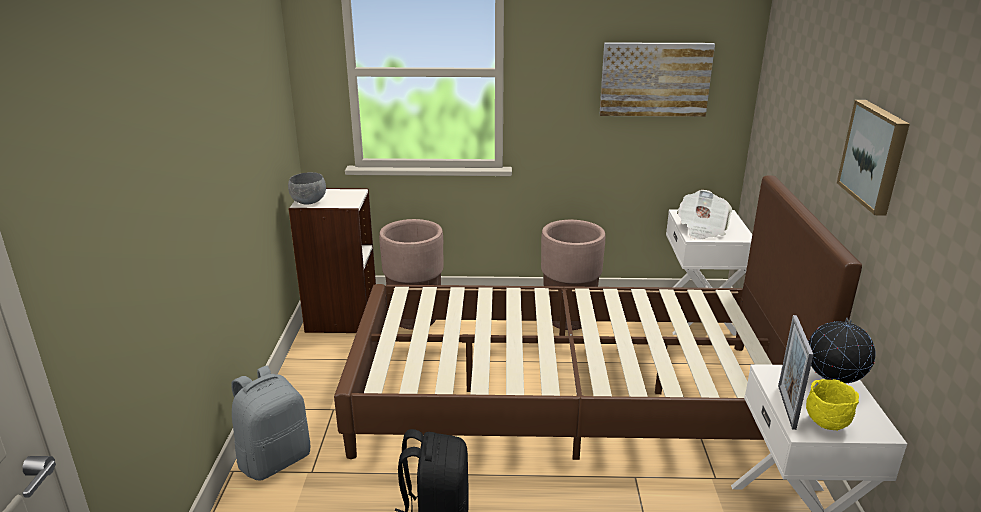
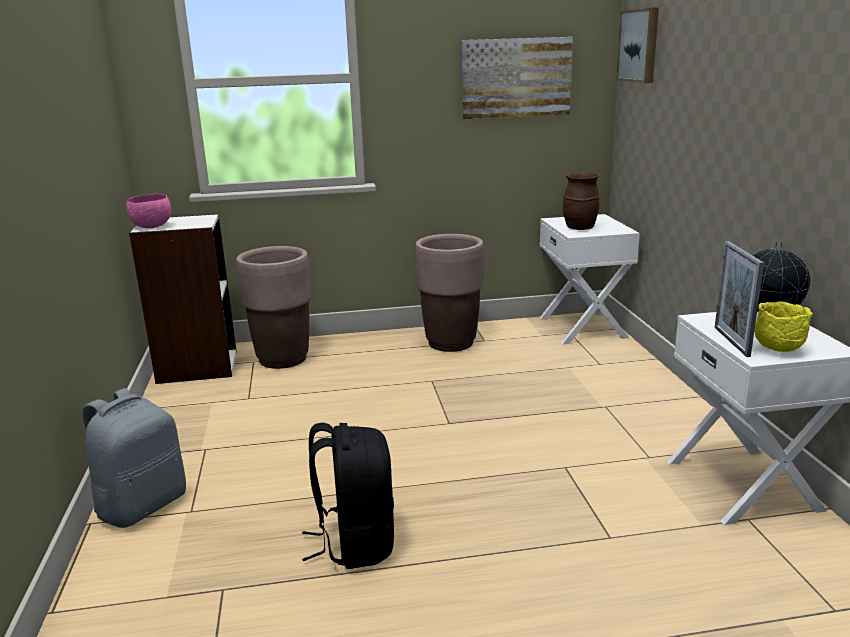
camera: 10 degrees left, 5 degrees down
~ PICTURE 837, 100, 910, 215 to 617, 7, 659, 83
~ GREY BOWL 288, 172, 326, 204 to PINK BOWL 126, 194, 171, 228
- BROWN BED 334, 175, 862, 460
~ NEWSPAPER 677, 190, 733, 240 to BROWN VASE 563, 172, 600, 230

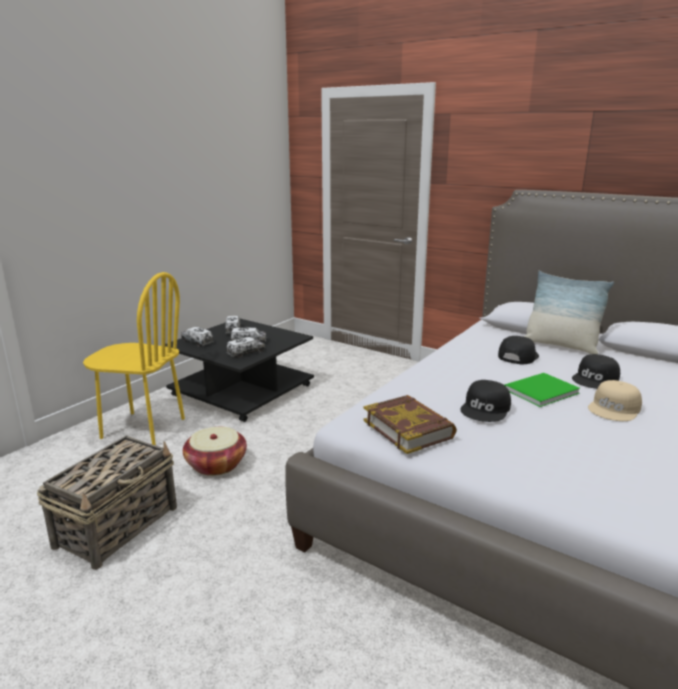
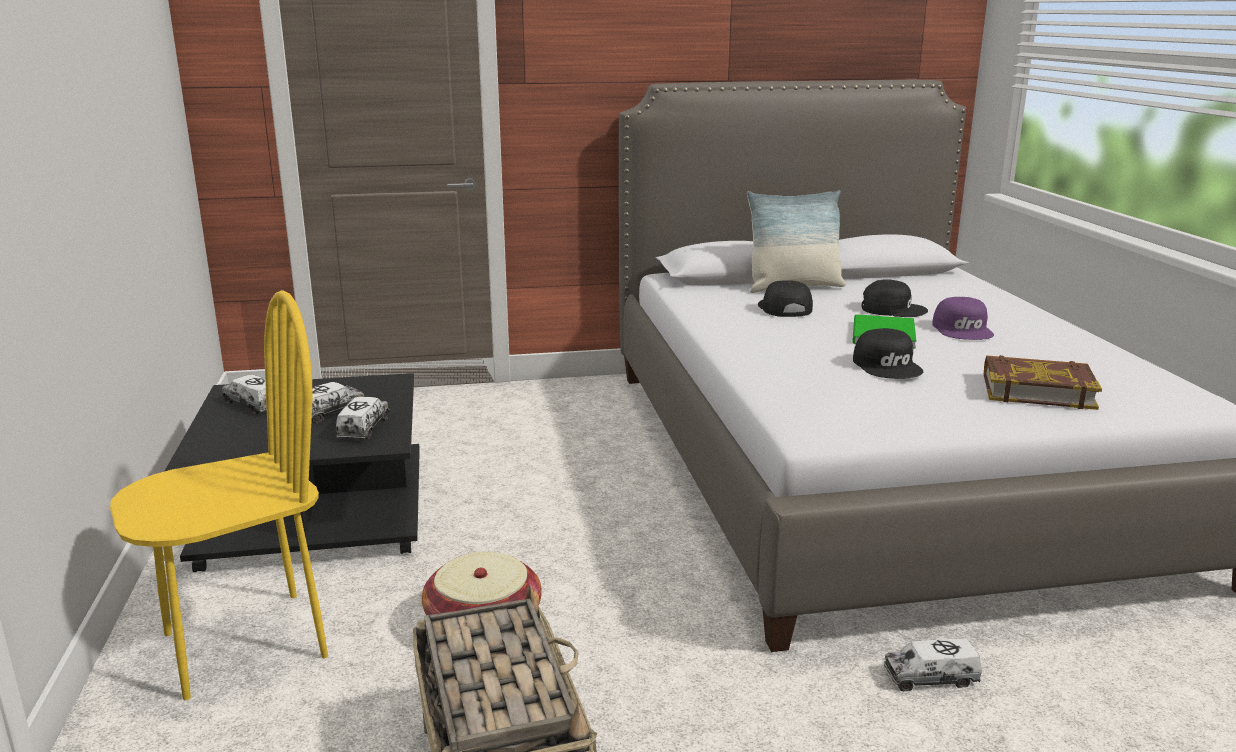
camera: 45 degrees left, 0 degrees up
~ TOY TRUCK 181, 327, 214, 347 to 884, 639, 982, 691
~ BLACK CAP 572, 354, 620, 389 = 862, 279, 928, 317 75 degrees counterclockwise
~ BEIGE CAP 588, 380, 642, 421 to PURPLE CAP 932, 297, 994, 340
~ BOOK 364, 395, 457, 454 to 984, 355, 1102, 410

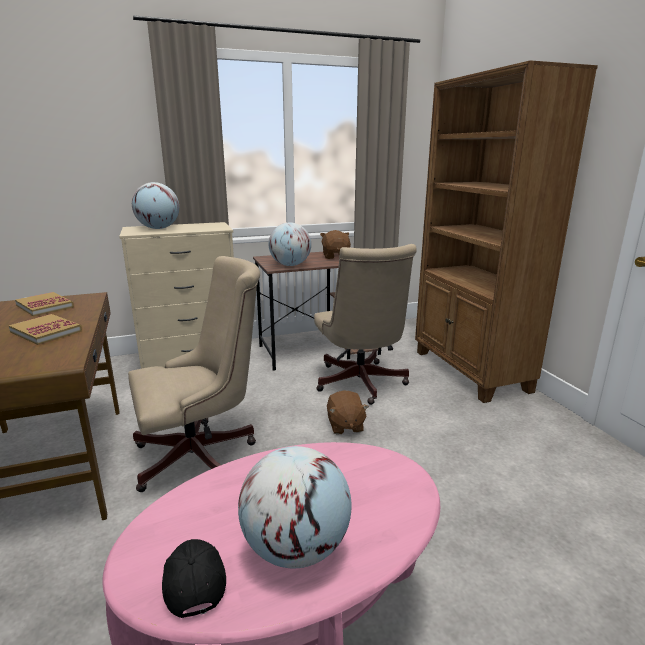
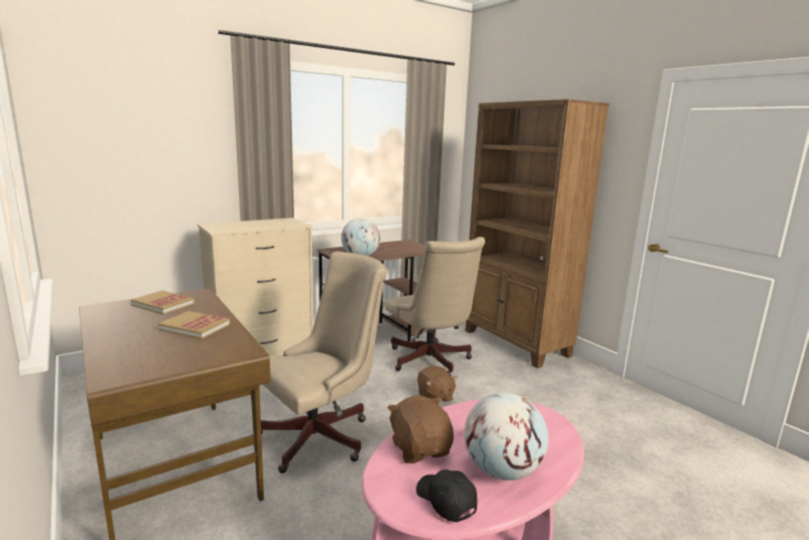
camera: 15 degrees left, 5 degrees down
- GLOBE 132, 182, 179, 229
~ BROWN PLUSH TOY 320, 230, 351, 259 to 387, 396, 454, 463

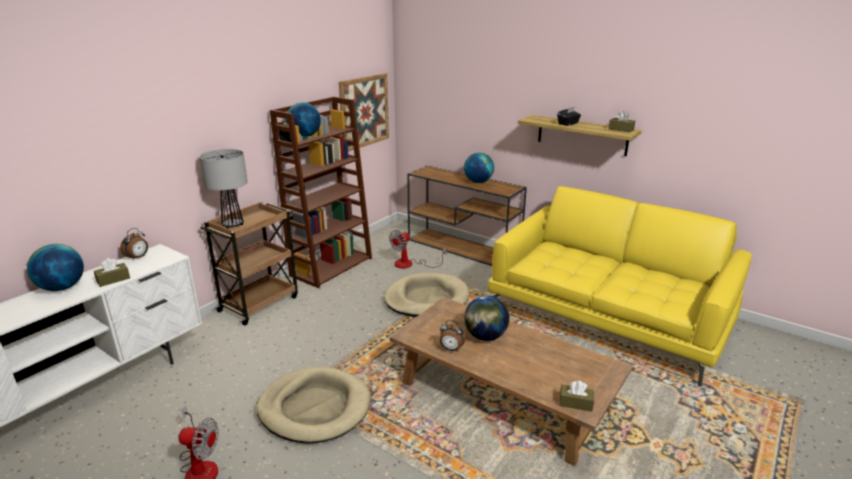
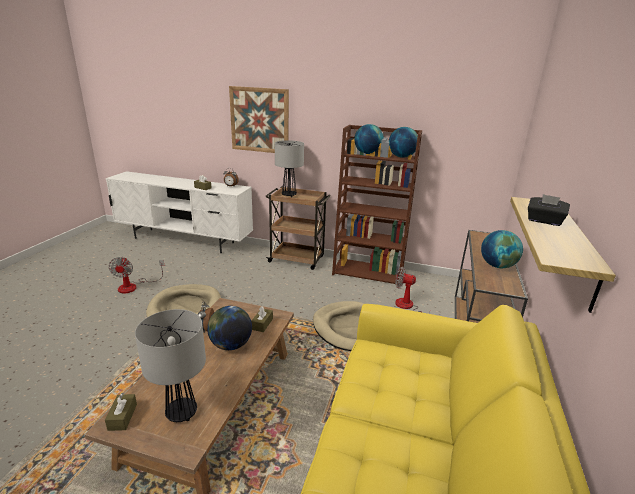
camera: 70 degrees right, 0 degrees up
~ PICTURE 339, 73, 389, 151 to 229, 86, 289, 153
~ BROWN TISSUE BOX 609, 111, 635, 132 to 251, 306, 273, 332
~ GLOBE 27, 244, 84, 291 to 389, 127, 418, 158
+ TABLE LAMP 135, 309, 206, 422

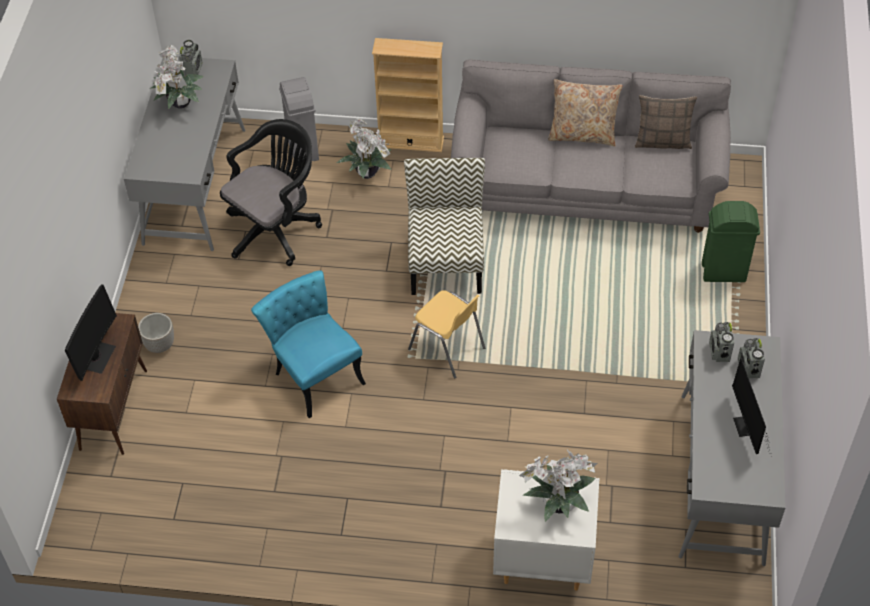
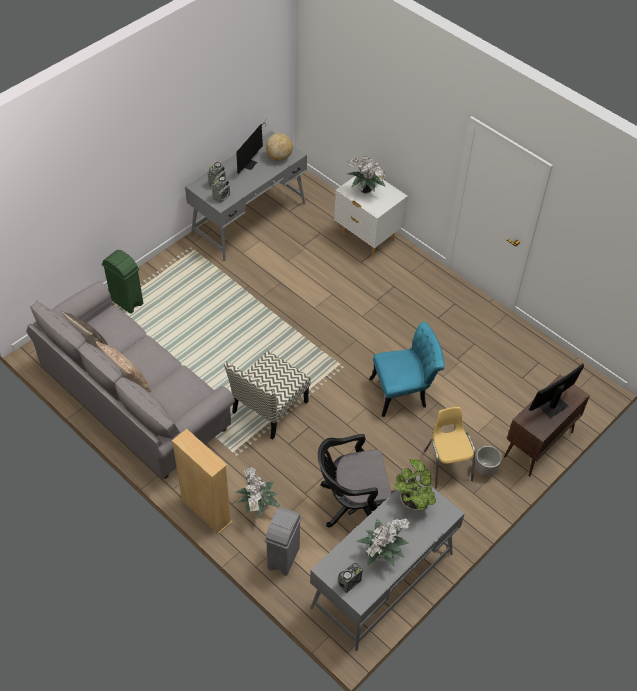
camera: 145 degrees left, 0 degrees up
~ TURQUOISE CHAIR 251, 270, 366, 418 = 369, 322, 445, 417 105 degrees counterclockwise
~ YELLOW CHAIR 408, 290, 485, 379 to 424, 407, 475, 489
+ GLOBE 266, 133, 293, 161
+ POTTED PLANT 395, 459, 436, 510

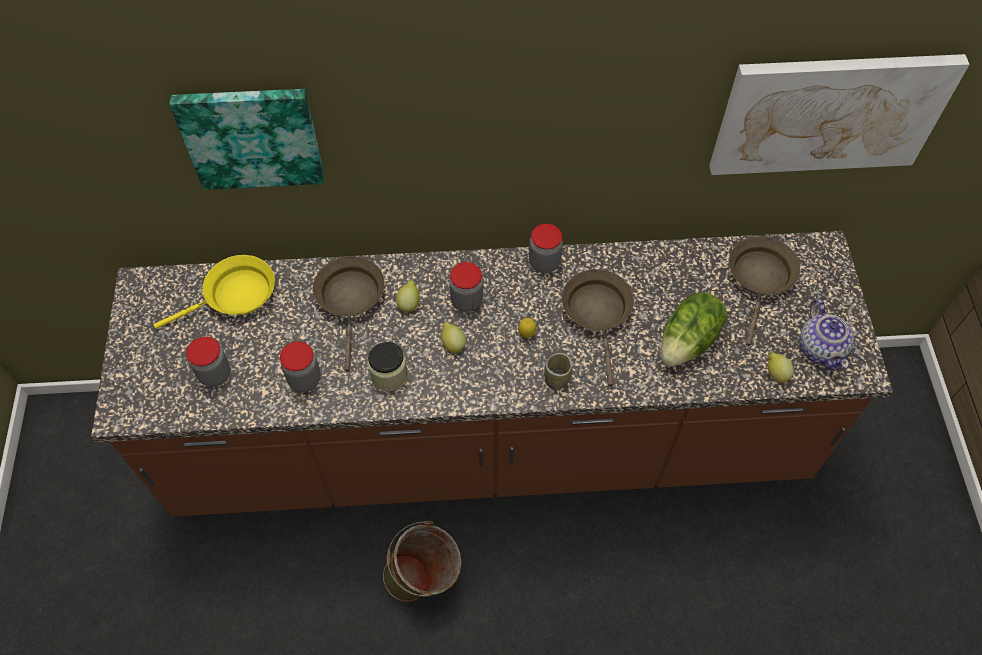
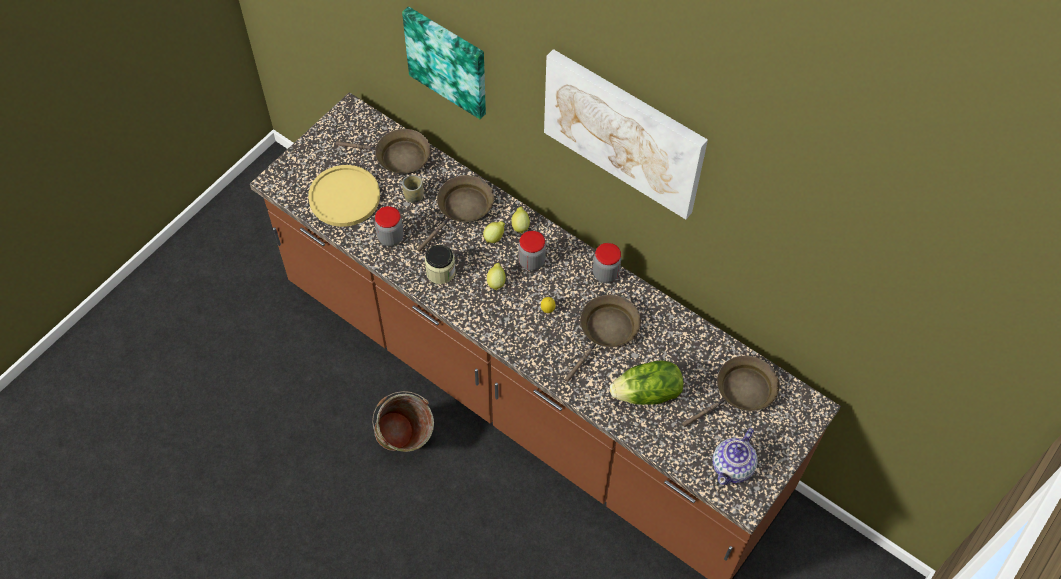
camera: 40 degrees right, 0 degrees up
~ PICTURE 709, 54, 970, 175 to 544, 49, 708, 219
~ YELLOW FRYING PAN 154, 255, 275, 329 to BROWN FRYING PAN 336, 129, 431, 175
~ JAR 186, 337, 231, 387 to YELLOW PLATE 308, 165, 380, 227
~ LEMON 767, 352, 794, 383 to 511, 207, 530, 234
~ CUP 544, 353, 572, 390 to 402, 175, 424, 203

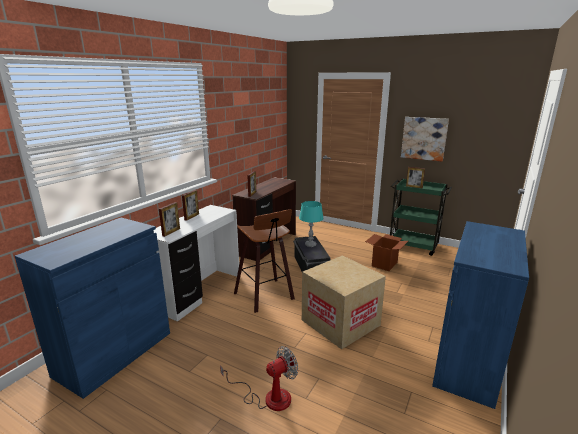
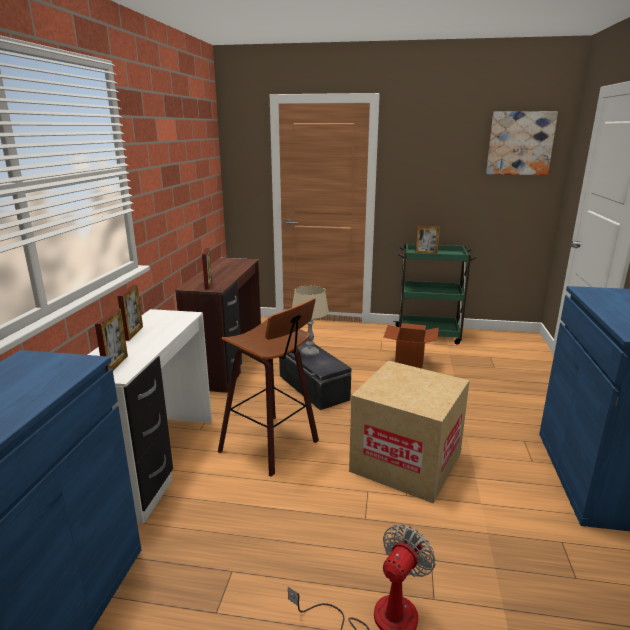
camera: 20 degrees left, 0 degrees up
~ PICTURE 401, 117, 449, 161 to 486, 111, 558, 175
~ TURQUOISE TABLE LAMP 299, 201, 324, 247 to BEIGE TABLE LAMP 292, 286, 329, 357

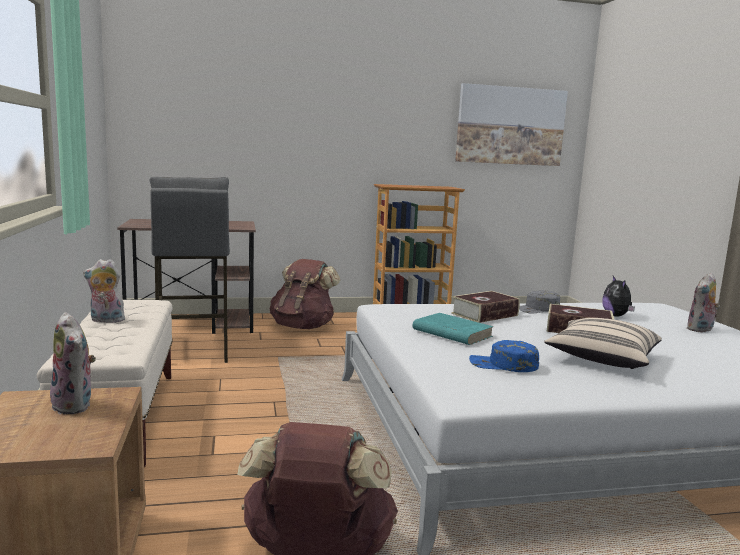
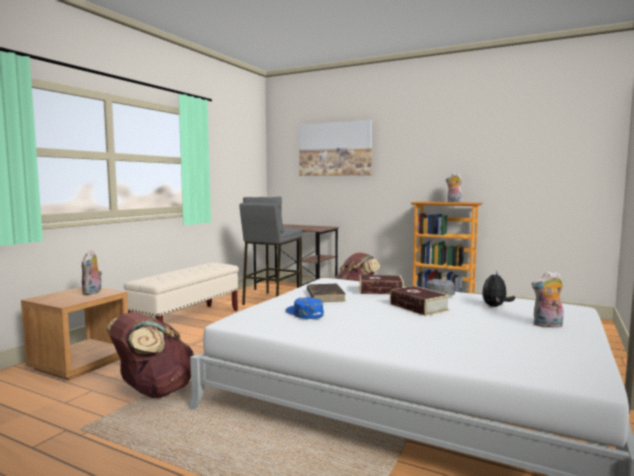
camera: 40 degrees right, 5 degrees down
~ PICTURE 455, 83, 568, 166 to 299, 120, 372, 176
~ PLUSH TOY 83, 259, 125, 323 to 446, 173, 463, 202
~ TURQUOISE BOOK 412, 313, 494, 345 to BROWN BOOK 307, 284, 346, 302
- BEIGE PILLOW 544, 318, 662, 369

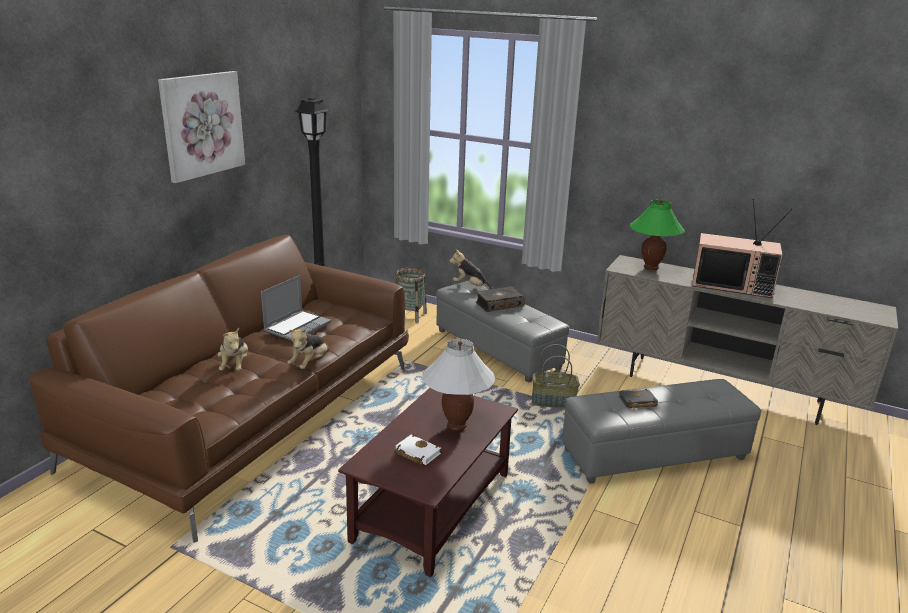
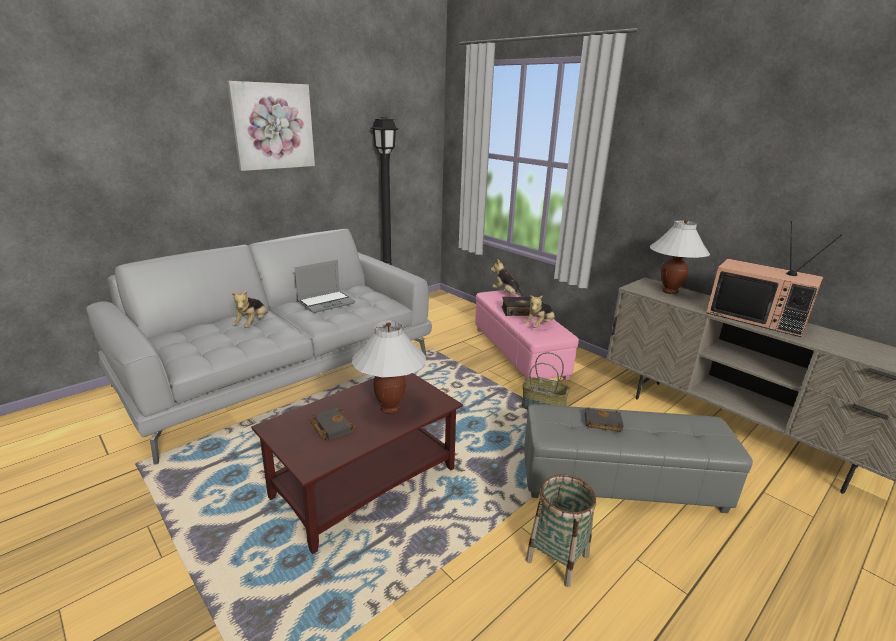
camera: 20 degrees right, 0 degrees up
~ GREEN TABLE LAMP 630, 200, 685, 271 to WHITE TABLE LAMP 650, 220, 710, 294
~ BROWN SOFA 29, 235, 409, 543 to GREY SOFA 86, 229, 432, 465
~ BASKET 396, 267, 427, 323 to 526, 475, 596, 587
~ GREY OTTOMAN 436, 280, 569, 383 to PINK OTTOMAN 475, 290, 579, 380
~ PLUSH TOY 288, 327, 329, 369 to 523, 295, 555, 328
~ WHITE BOOK 394, 434, 442, 466 to BLACK BOOK 310, 408, 356, 440

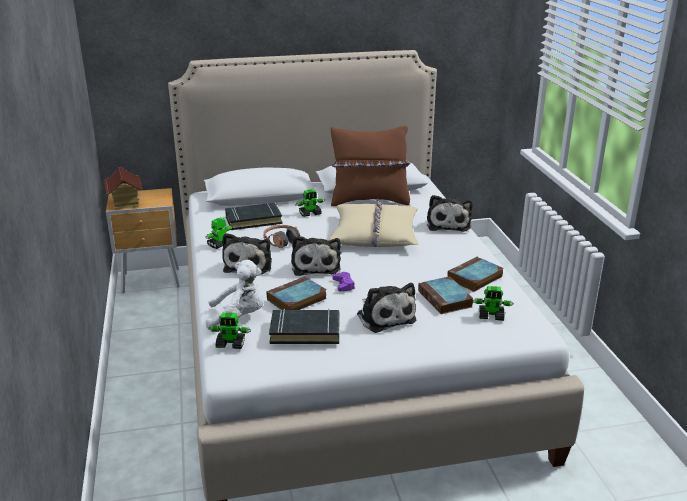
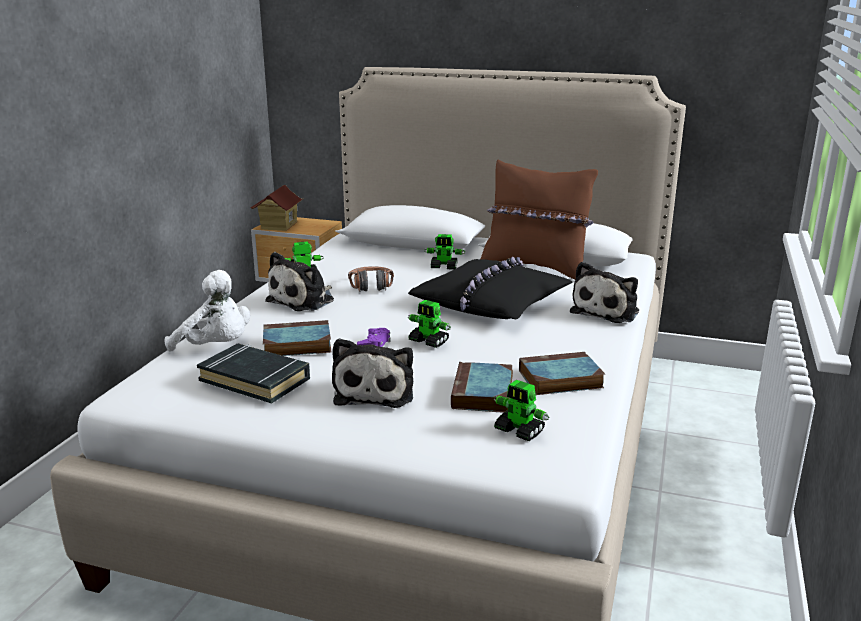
camera: 30 degrees right, 5 degrees down
~ BEIGE PILLOW 328, 198, 418, 247 to BLACK PILLOW 408, 257, 573, 319
- BLACK BOOK 225, 203, 282, 230
- PLUSH TOY 291, 236, 341, 276
~ TOY ROBOT 209, 313, 251, 349 to 408, 300, 451, 348

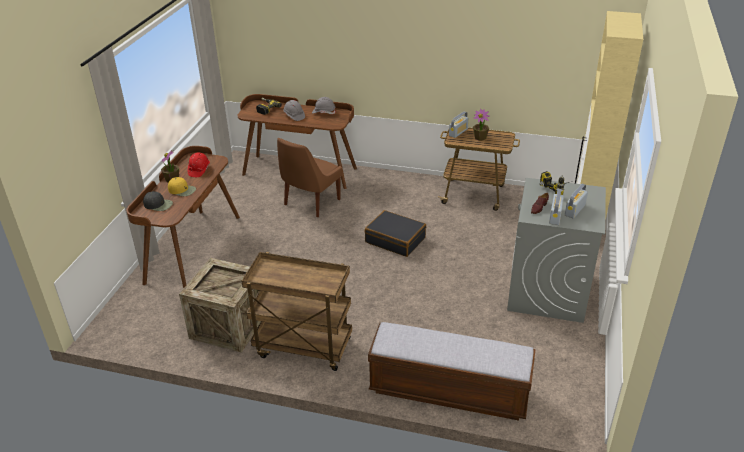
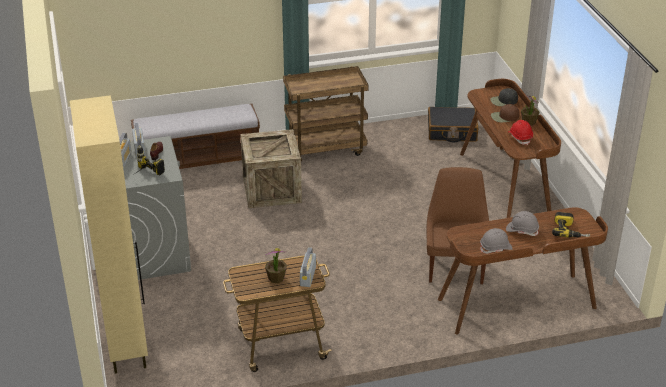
camera: 150 degrees right, 0 degrees up
~ YELLOW CAP 168, 177, 196, 196 to BROWN CAP 491, 104, 520, 122
~ BLACK SUITCASE 365, 210, 426, 257 to 428, 107, 478, 142
~ CRATE 179, 258, 261, 353 to 240, 129, 302, 208

